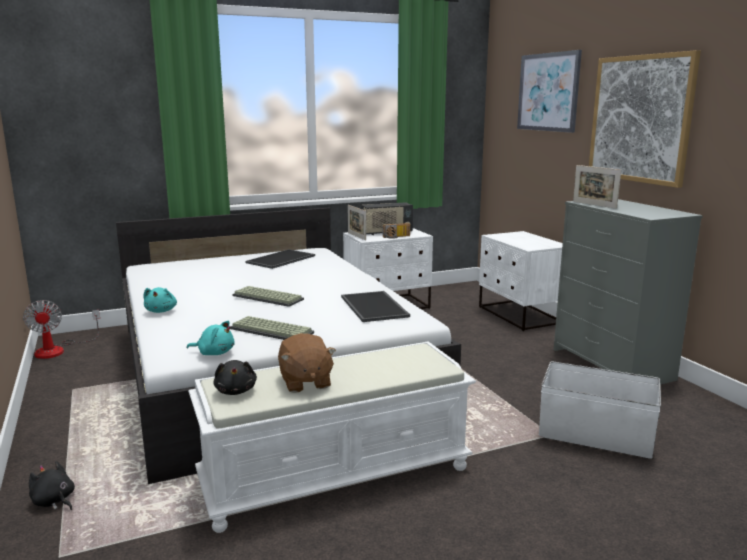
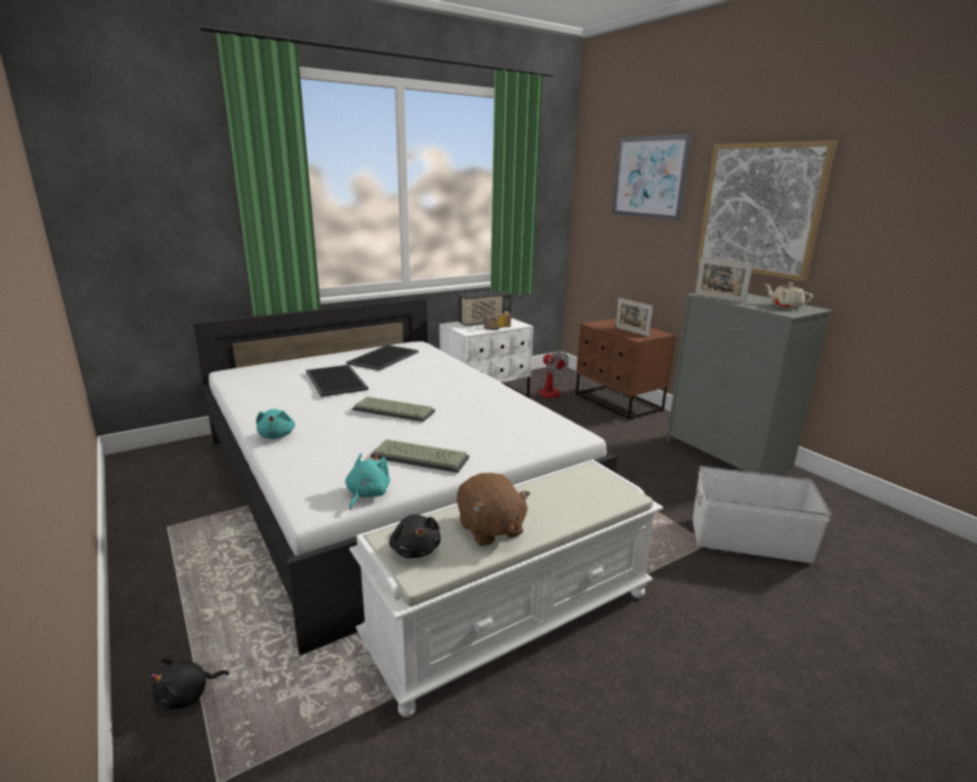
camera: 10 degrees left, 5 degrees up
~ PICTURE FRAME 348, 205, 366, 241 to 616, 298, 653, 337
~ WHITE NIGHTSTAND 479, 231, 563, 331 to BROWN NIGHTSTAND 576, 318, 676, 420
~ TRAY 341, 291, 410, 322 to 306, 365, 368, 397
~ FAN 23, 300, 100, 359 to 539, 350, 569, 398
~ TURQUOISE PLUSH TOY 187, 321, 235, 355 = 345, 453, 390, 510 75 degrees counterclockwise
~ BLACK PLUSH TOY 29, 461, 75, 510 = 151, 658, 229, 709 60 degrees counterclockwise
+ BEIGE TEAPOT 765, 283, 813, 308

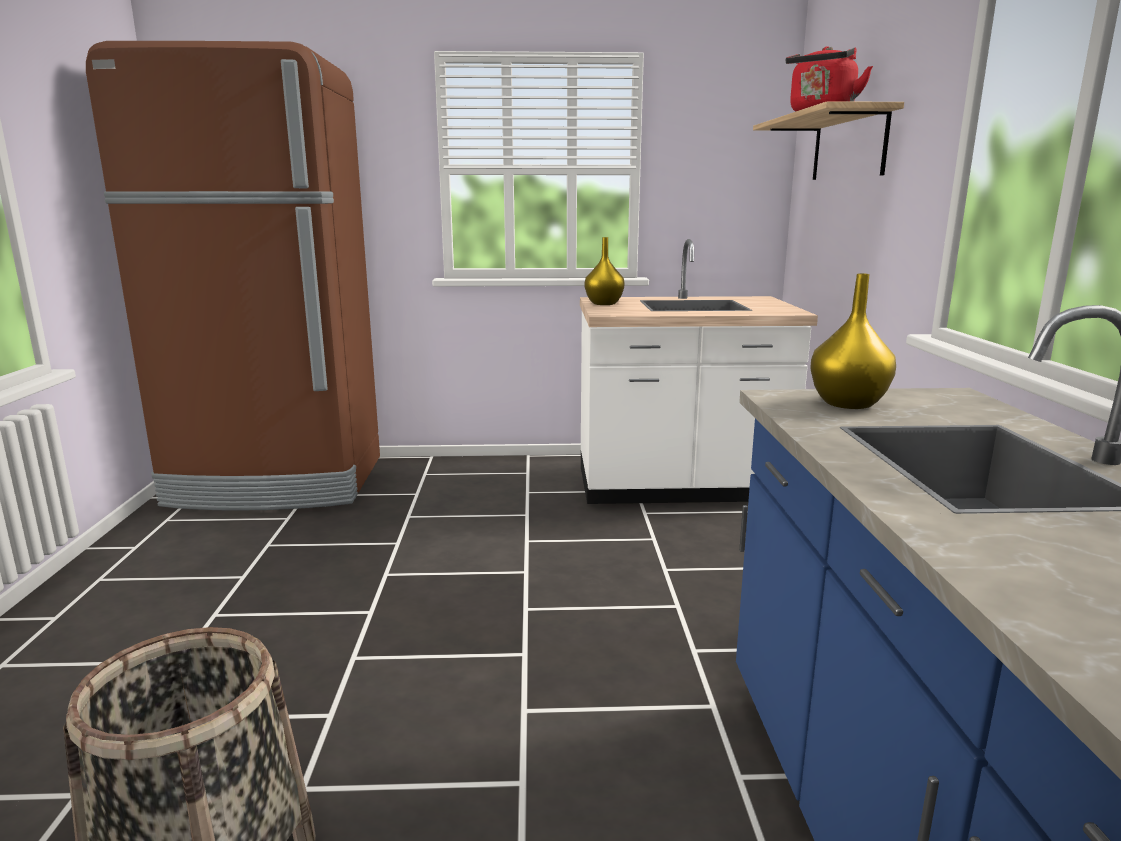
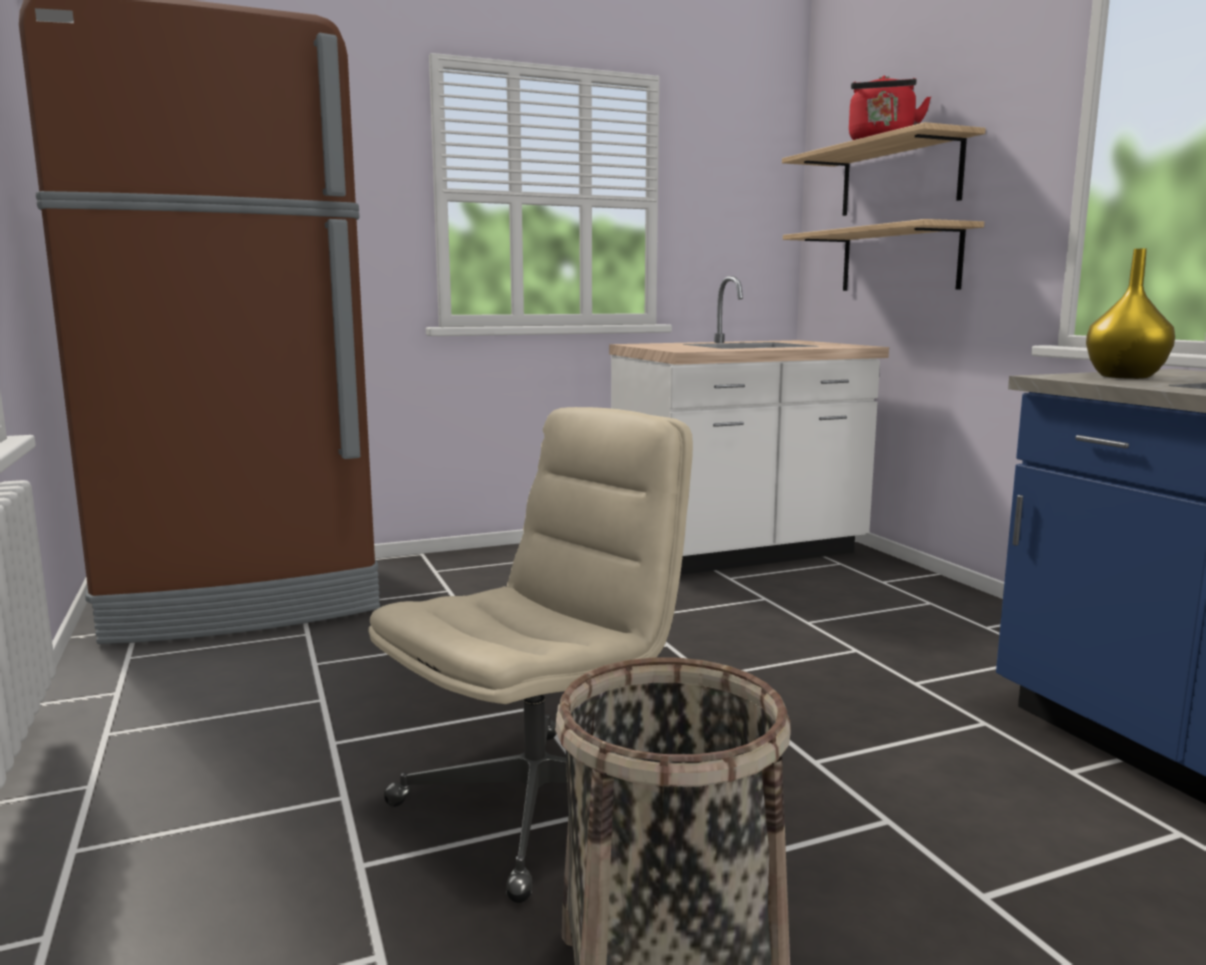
camera: 20 degrees left, 5 degrees down
- YELLOW VASE 585, 237, 625, 305
+ SHELF 783, 219, 984, 291
+ BEIGE OFFICE CHAIR 369, 407, 693, 903

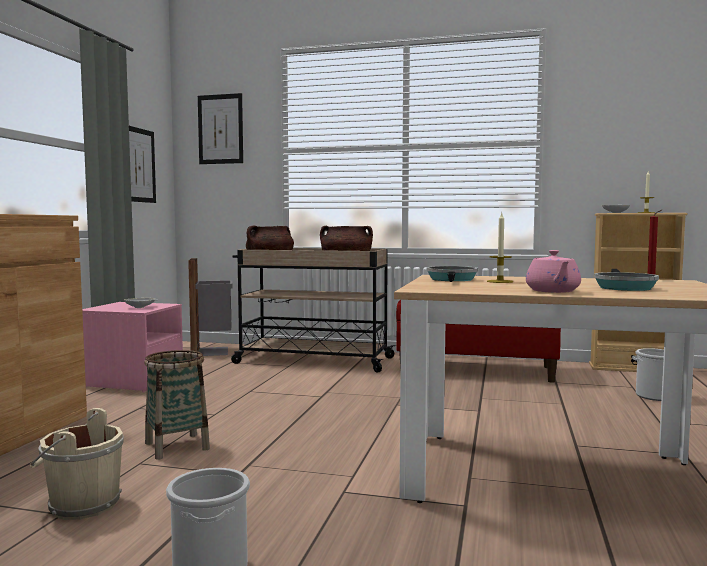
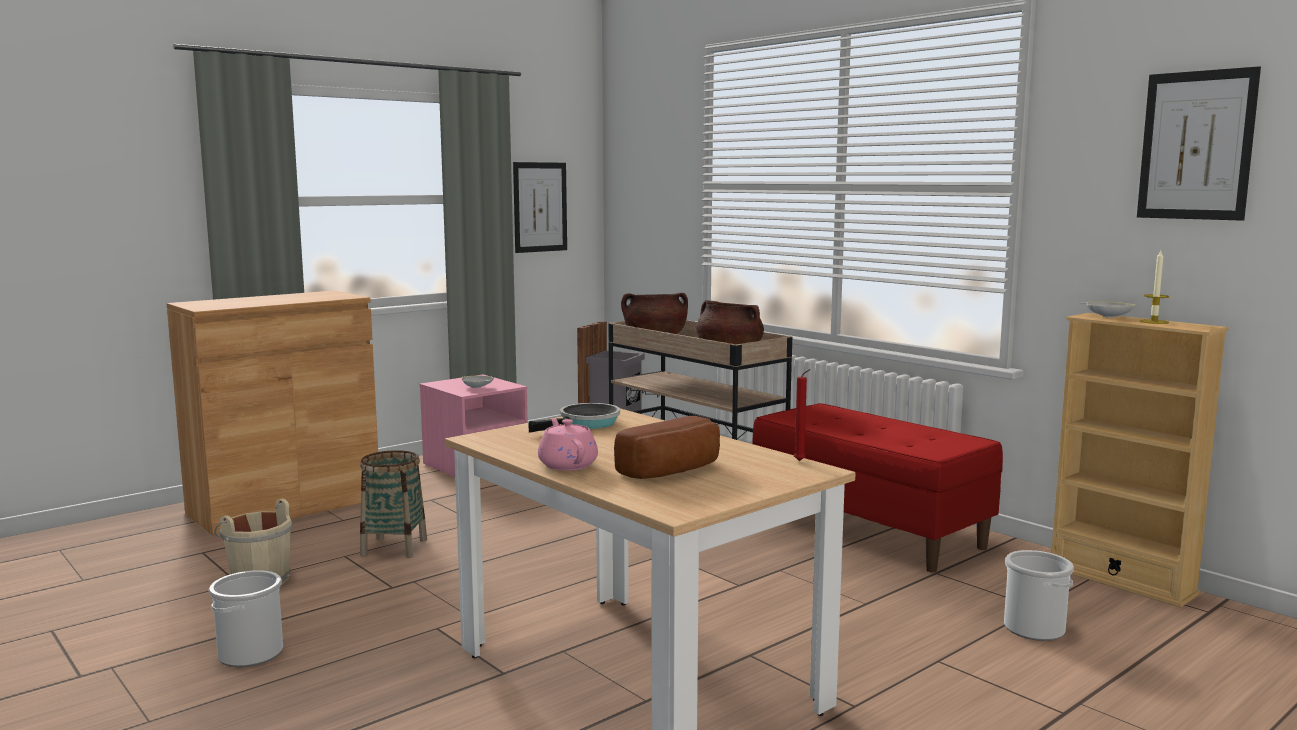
camera: 35 degrees right, 5 degrees up
~ PICTURE 198, 93, 243, 164 to 1137, 66, 1261, 221
- CANDLE 487, 213, 513, 283
~ PINK TEAPOT 526, 250, 581, 293 = 538, 418, 598, 471 120 degrees clockwise
~ FRYING PAN 594, 269, 659, 291 to BREAD 614, 416, 720, 479

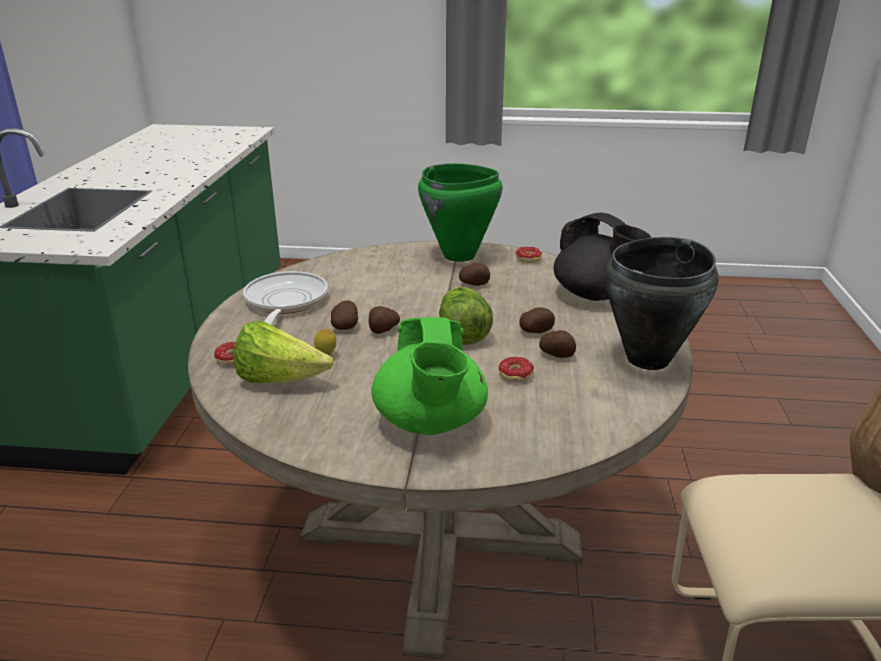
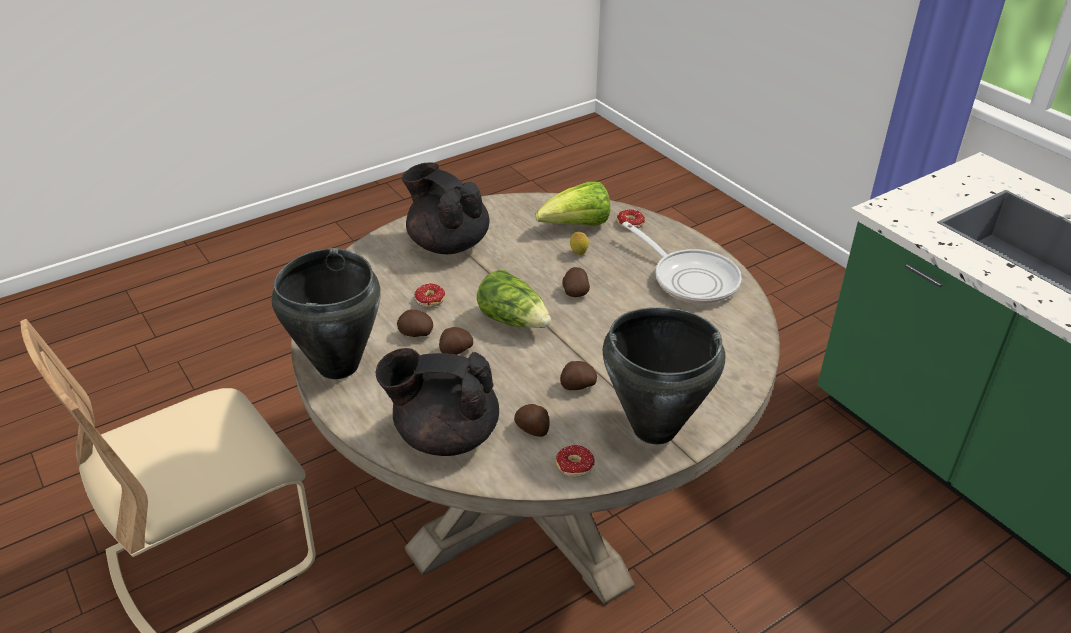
camera: 140 degrees right, 10 degrees up
~ GREEN COOKING POT 418, 163, 503, 262 to BLACK COOKING POT 603, 307, 725, 444
~ POTATO 331, 300, 358, 330 to 514, 404, 550, 437
~ GREEN TEAPOT 371, 317, 488, 435 to BLACK TEAPOT 402, 162, 489, 254

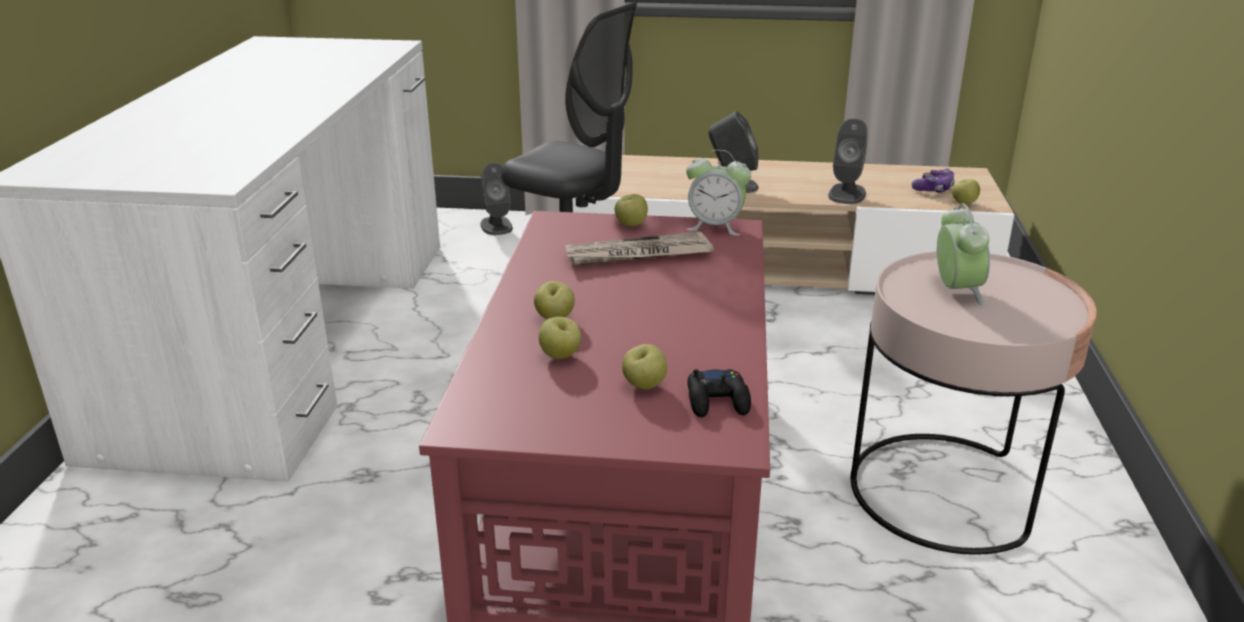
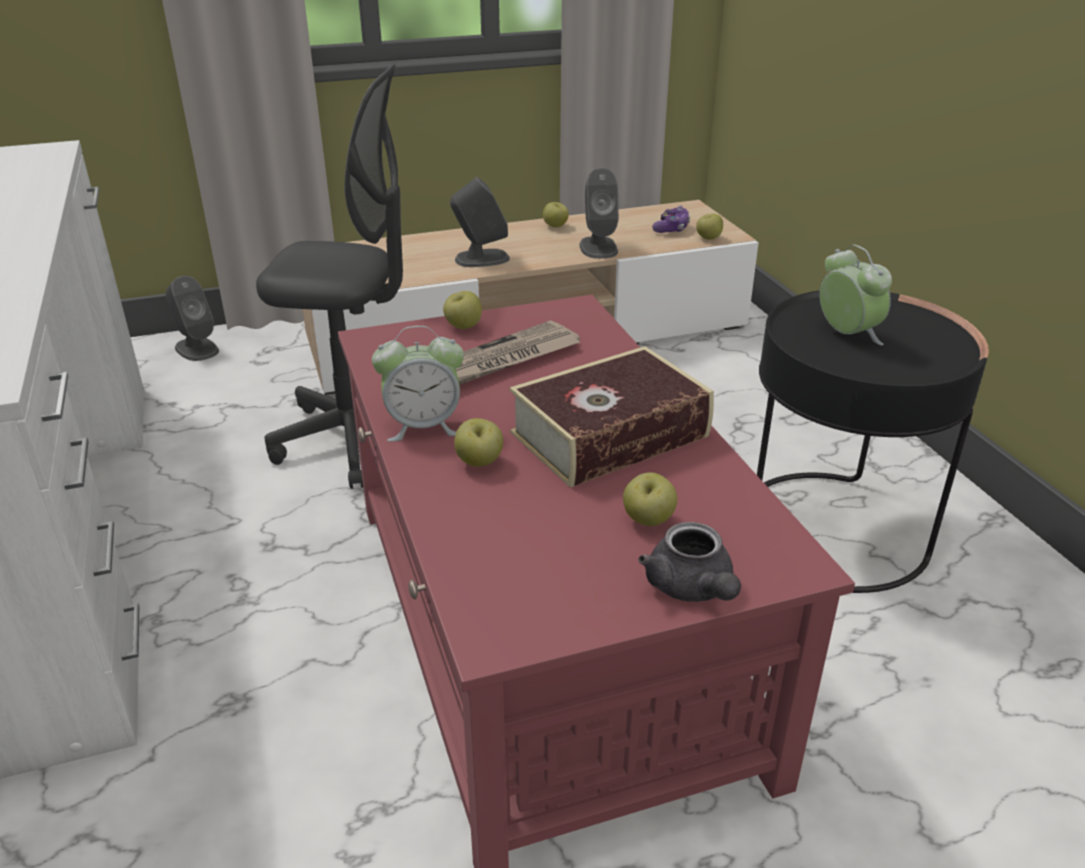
camera: 25 degrees left, 5 degrees up
~ ALARM CLOCK 686, 150, 751, 236 to 372, 326, 464, 442
~ PINK SIDE TABLE 850, 251, 1097, 555 to BLACK SIDE TABLE 757, 290, 989, 593
~ APPLE 538, 317, 581, 359 to 543, 202, 569, 228
- BLACK GAME CONTROLLER 687, 369, 751, 417
+ BOOK 509, 346, 714, 488
+ GREY TEAPOT 638, 522, 741, 602

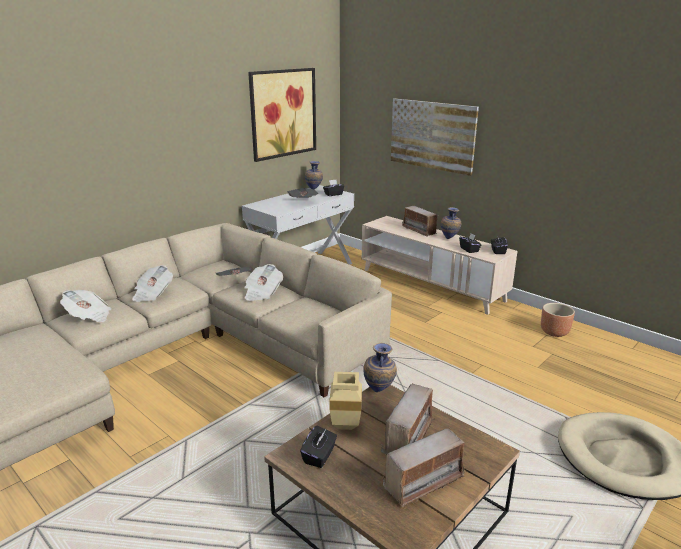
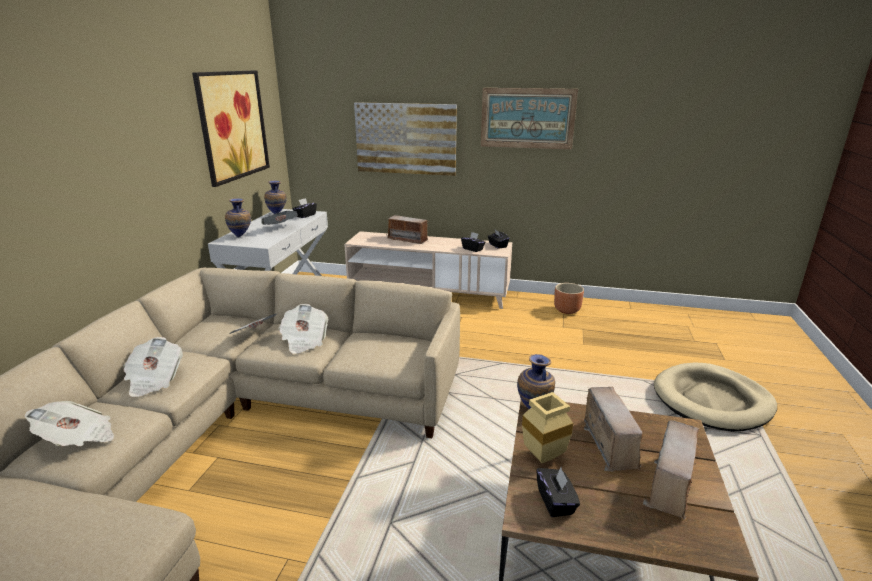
camera: 30 degrees left, 0 degrees up
~ VASE 441, 207, 461, 239 to 225, 198, 251, 237
+ PICTURE 481, 88, 578, 150

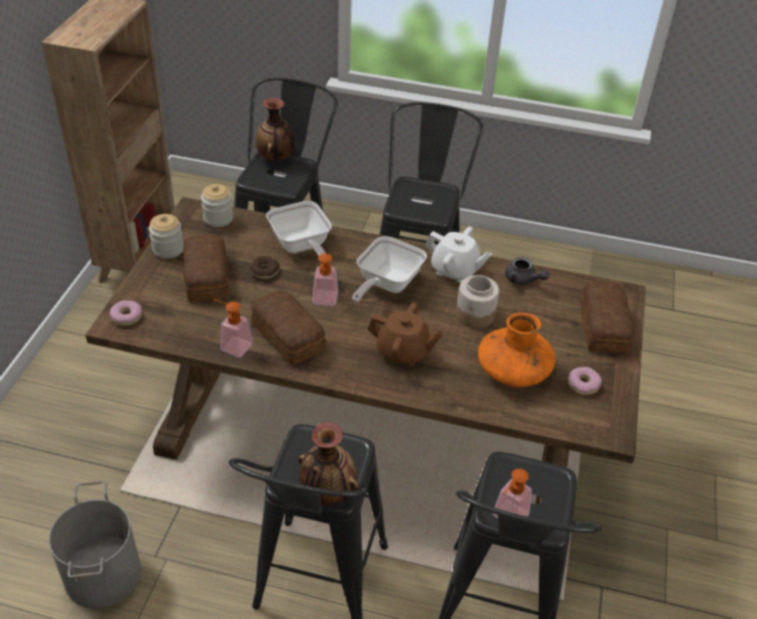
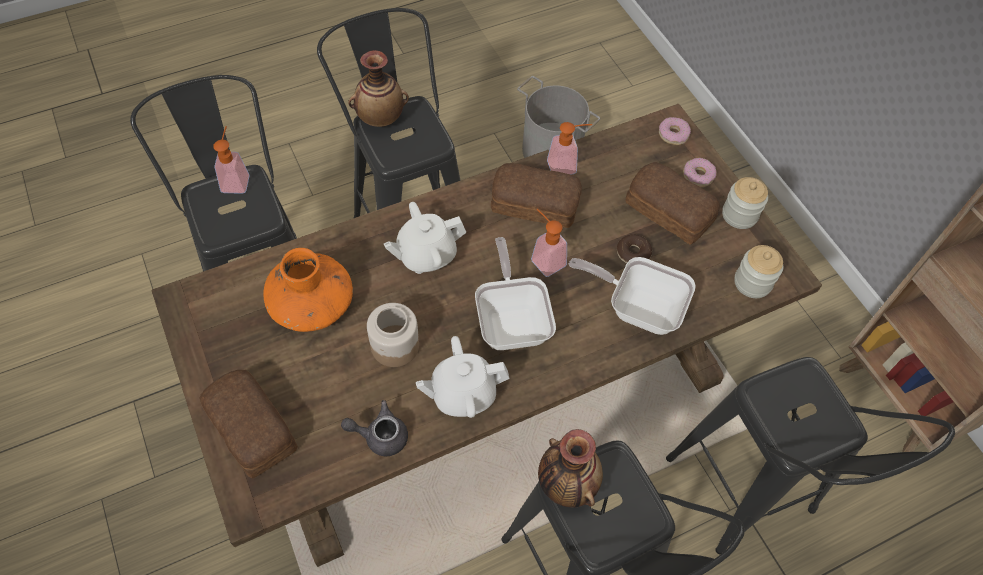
camera: 140 degrees right, 15 degrees up
~ VASE 256, 98, 294, 160 to 538, 429, 603, 508
~ BROWN TEAPOT 368, 302, 443, 366 to WHITE TEAPOT 384, 202, 467, 274
~ DONUT 568, 367, 602, 395 to 683, 158, 717, 187

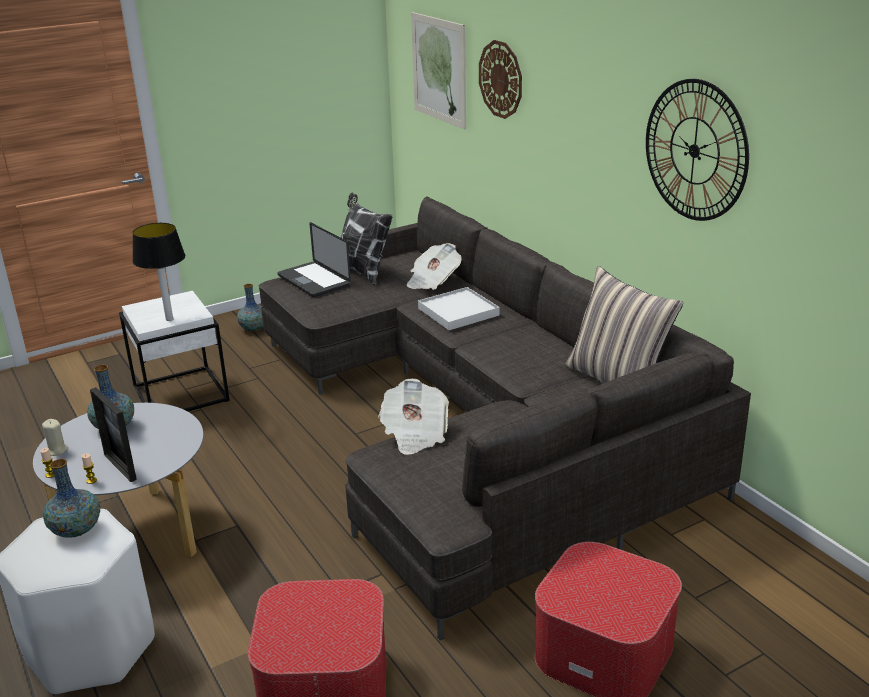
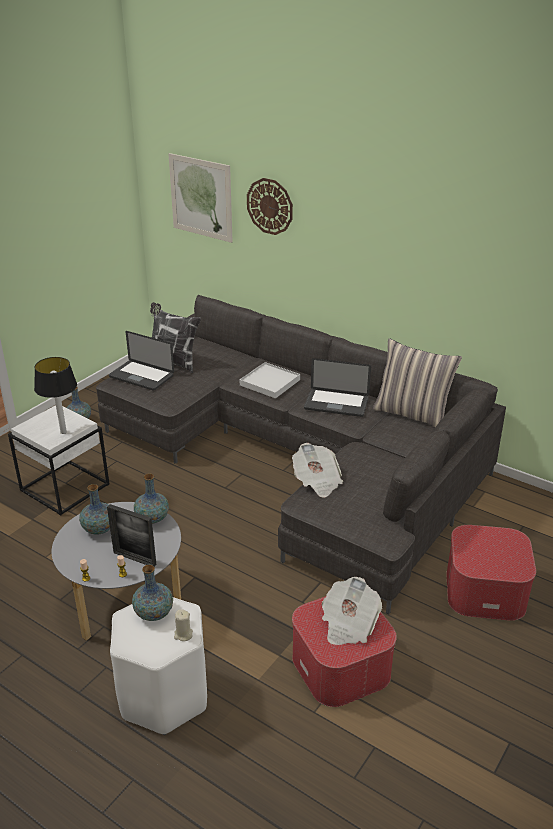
camera: 25 degrees left, 5 degrees up
- WALL CLOCK 646, 79, 749, 221
~ NEWSPAPER 407, 243, 462, 290 to 321, 577, 382, 645
~ BEIGE CANDLE 42, 419, 68, 456 to 174, 609, 193, 641
+ LAPTOP 304, 358, 371, 417
+ VASE 134, 473, 169, 524

